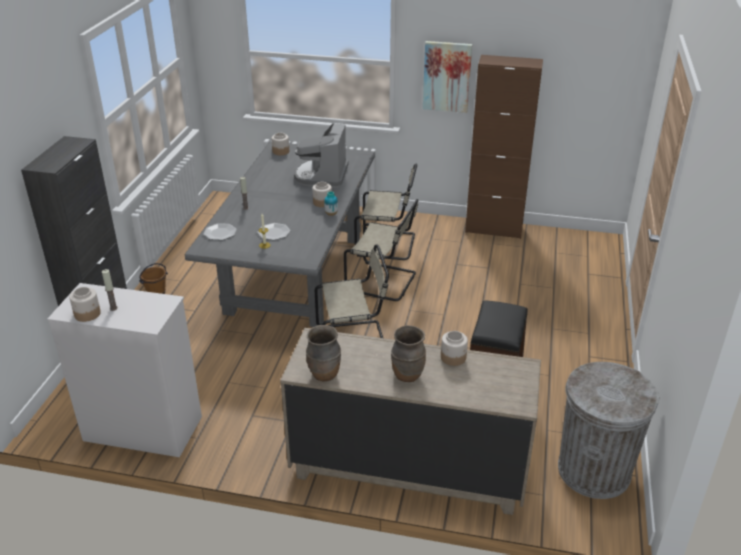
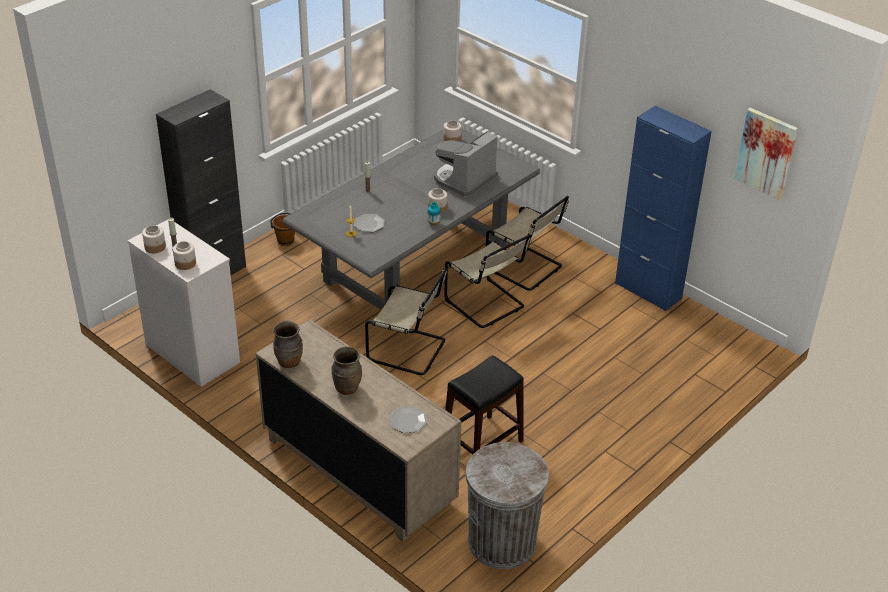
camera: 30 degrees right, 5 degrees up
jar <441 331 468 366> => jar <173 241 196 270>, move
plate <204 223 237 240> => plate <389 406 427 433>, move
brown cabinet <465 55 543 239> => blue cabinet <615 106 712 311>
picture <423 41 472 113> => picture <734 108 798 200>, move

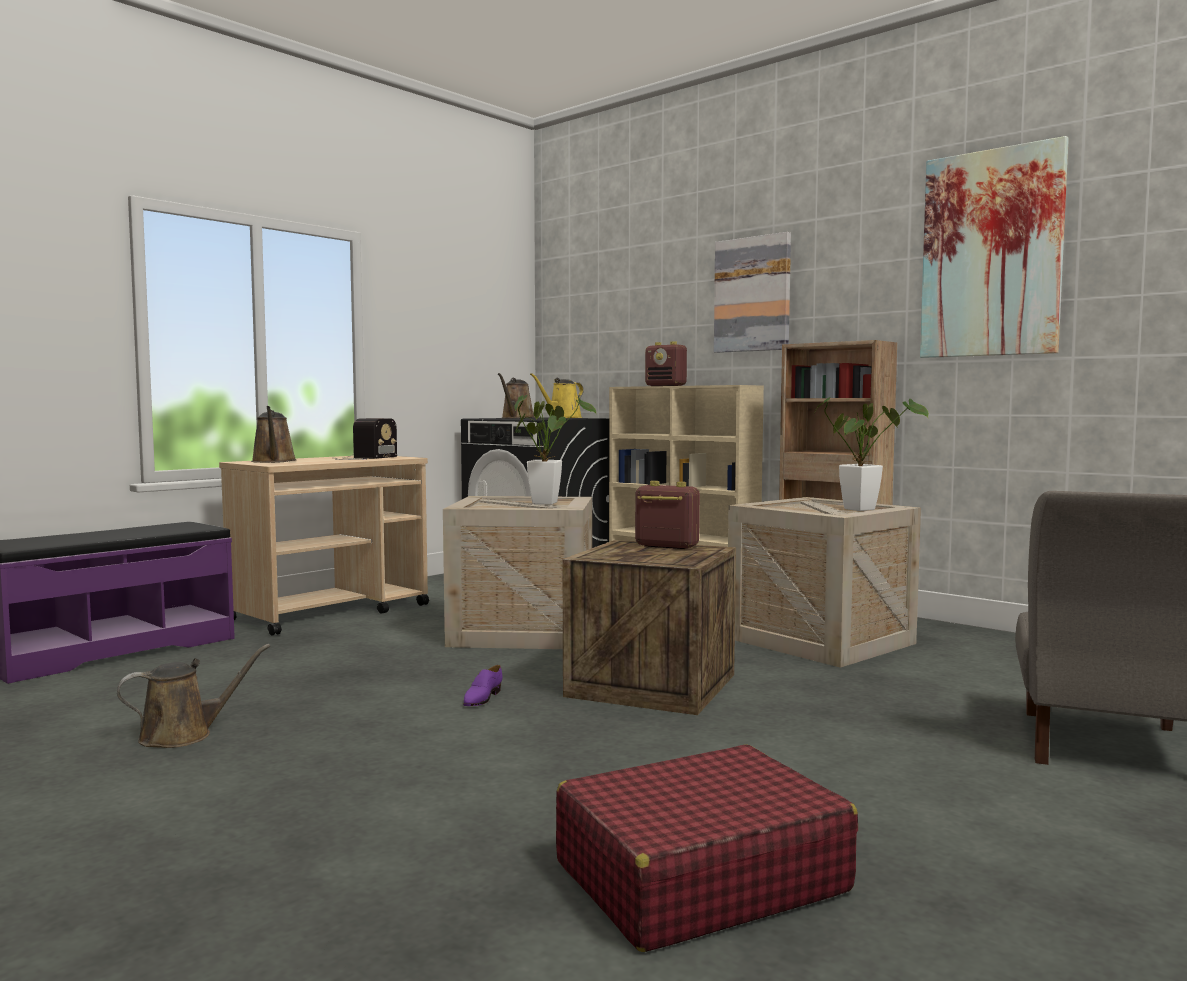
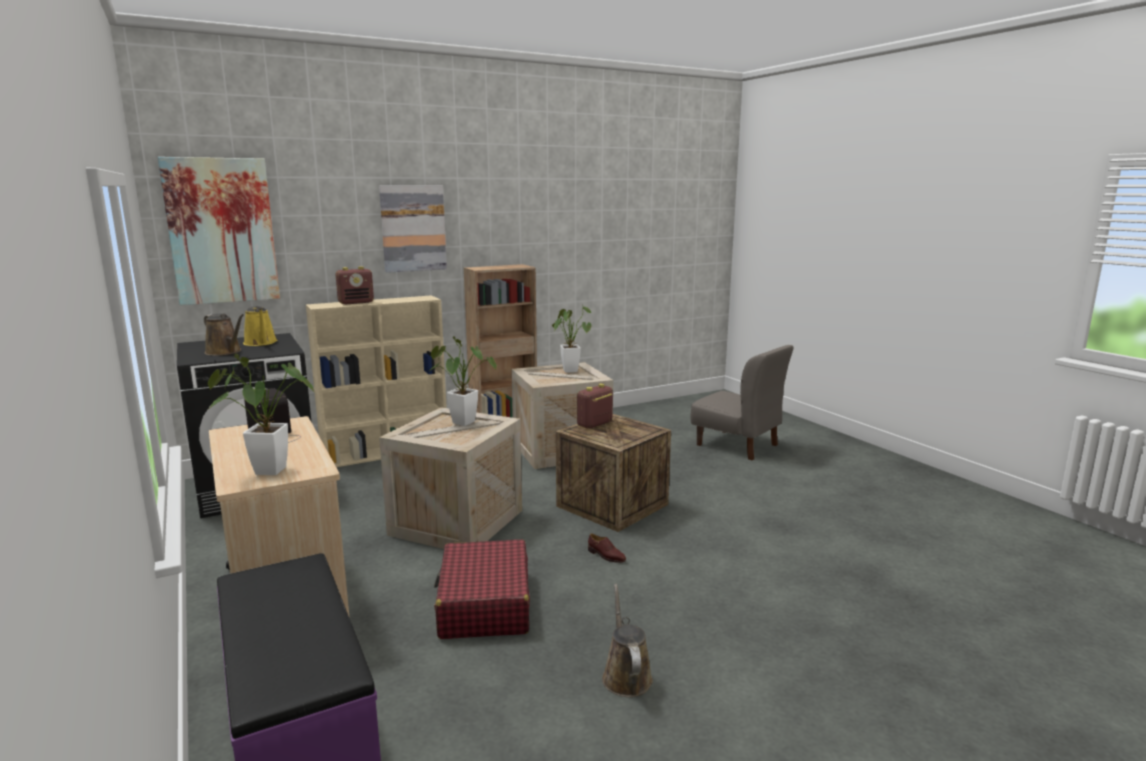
camera: 70 degrees left, 10 degrees up
picture <920 136 1069 358> => picture <158 157 280 305>, move
brown watering can <251 406 296 463> => potted plant <207 354 315 475>
red suitcase <556 744 858 952> => red suitcase <434 539 530 639>, move
purple shoe <463 665 503 706> => brown shoe <588 533 626 563>

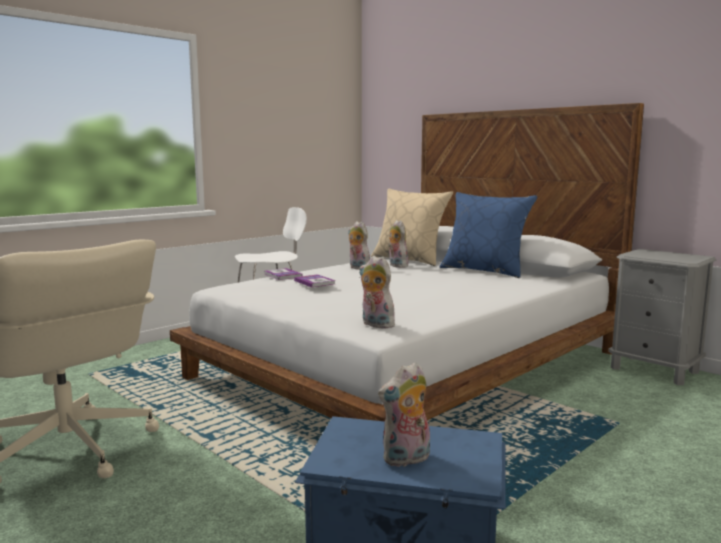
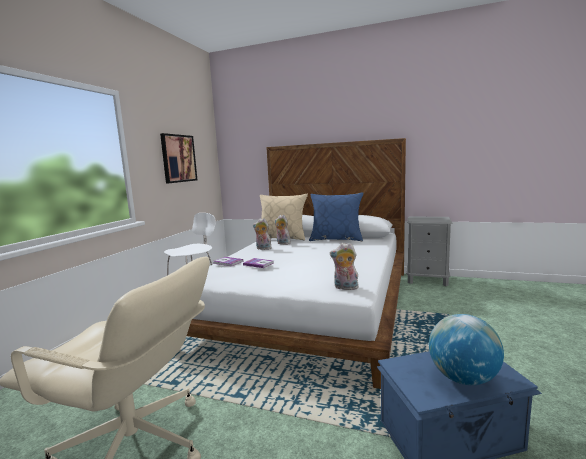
camera: 25 degrees left, 0 degrees up
nothing => picture <160 133 197 184>
plush toy <378 362 430 467> => globe <429 314 504 385>

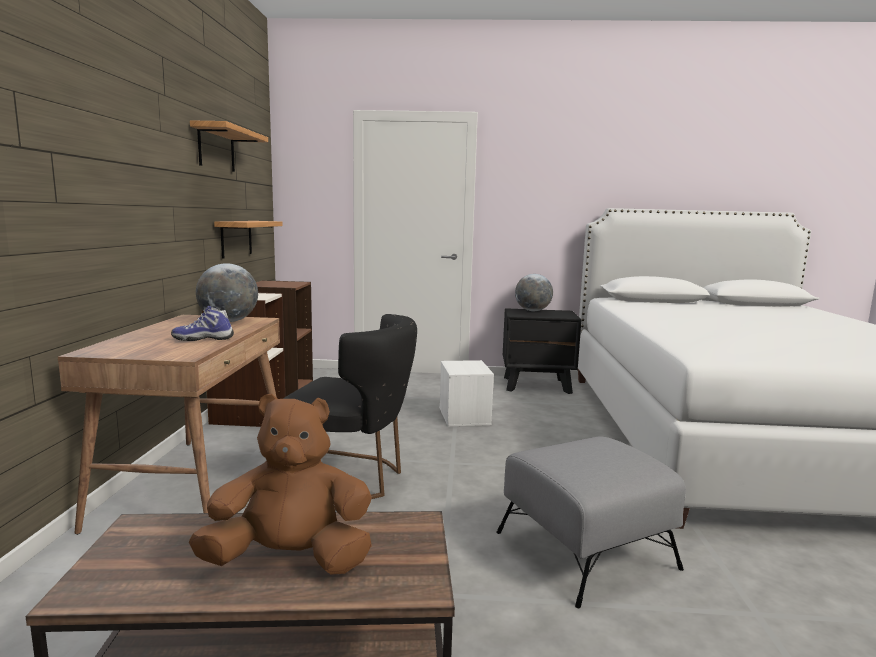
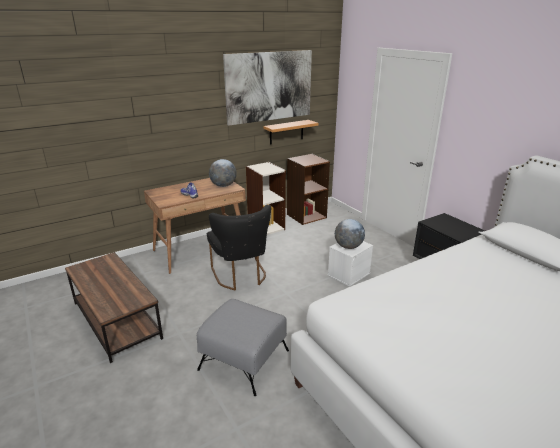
camera: 55 degrees right, 15 degrees up
shelf <190 120 268 172> => picture <223 50 312 126>
globe <515 274 553 311> => globe <335 219 365 249>, move
brown plush toy <189 393 372 574> => nothing

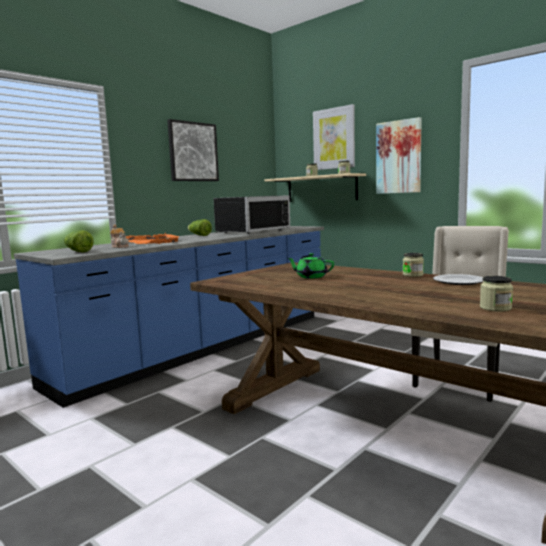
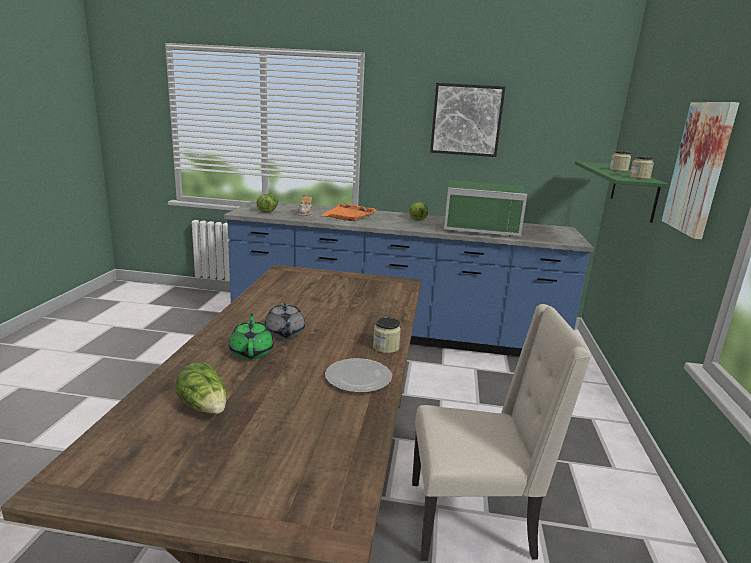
camera: 55 degrees right, 10 degrees up
jar <480 276 513 312> => lettuce <175 362 227 414>
green teapot <288 253 334 279> => green teapot <229 314 274 360>, move
nothing => grey teapot <265 303 305 339>
black microwave <213 195 290 234> => green microwave <444 180 527 236>
beige shelf <265 173 366 202> => green shelf <575 161 668 223>
picture <313 104 355 170> => nothing

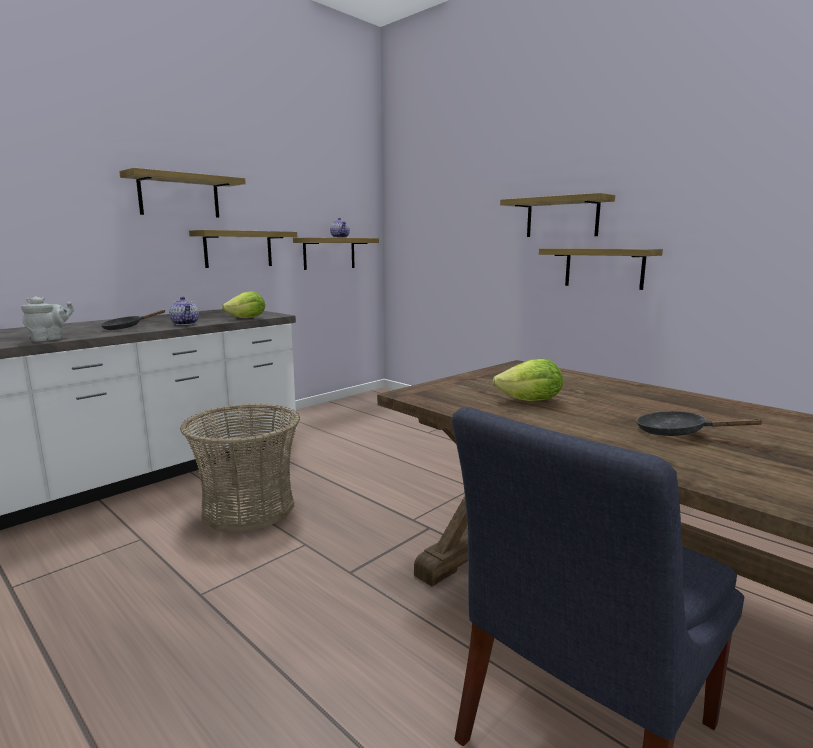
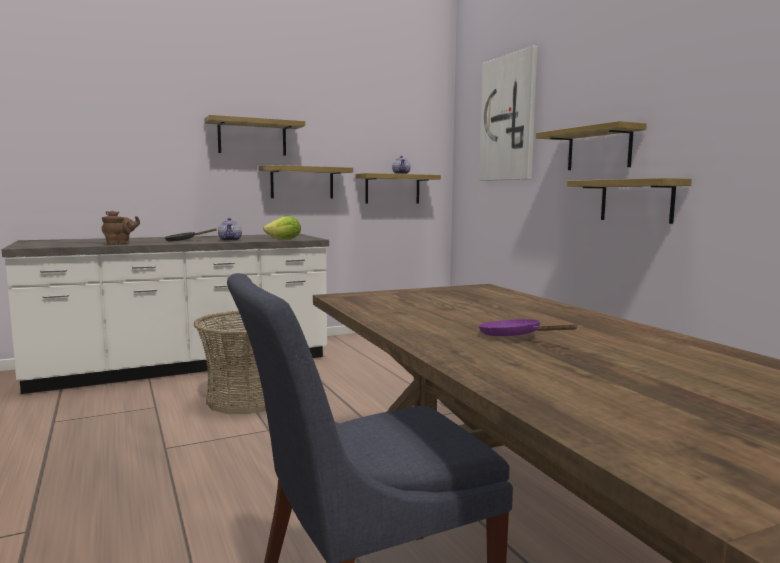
camera: 20 degrees right, 5 degrees down
grey teapot <21 296 74 342> => brown teapot <102 211 140 244>
black frying pan <636 411 764 436> => purple frying pan <478 319 578 336>
nothing => picture <479 46 538 181>
lettuce <493 358 563 401> => nothing

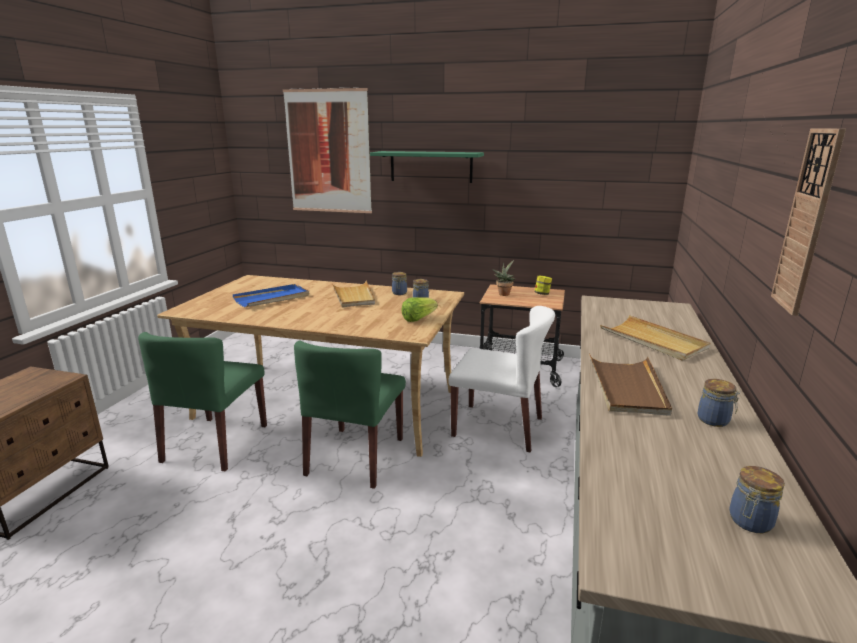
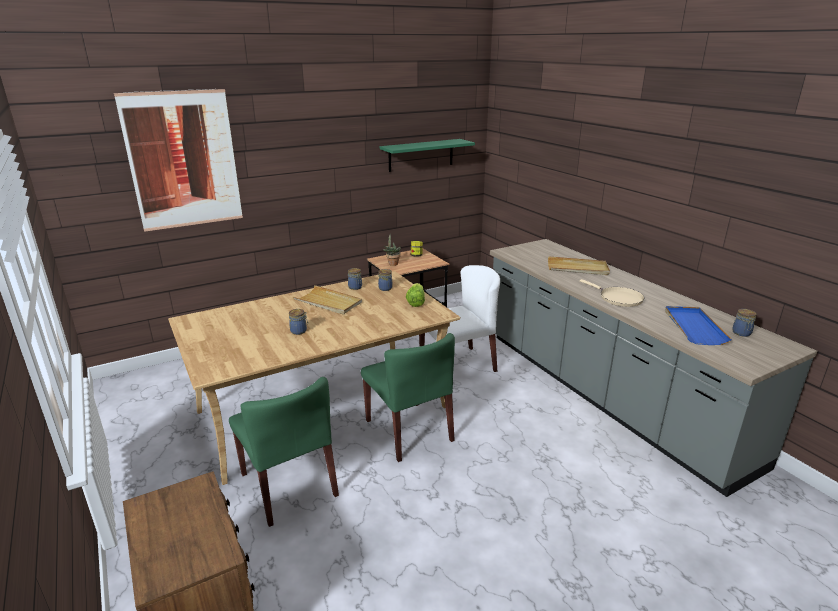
camera: 45 degrees left, 5 degrees up
jar <698 379 740 427> => jar <289 309 308 335>, move
green shelf <370 151 484 183> => green shelf <380 139 475 172>, move
brown tray <589 354 672 416> => beige frying pan <580 279 644 307>
blue tray <233 284 309 307> => blue tray <665 306 732 345>, move
wall clock <771 128 846 316> => nothing

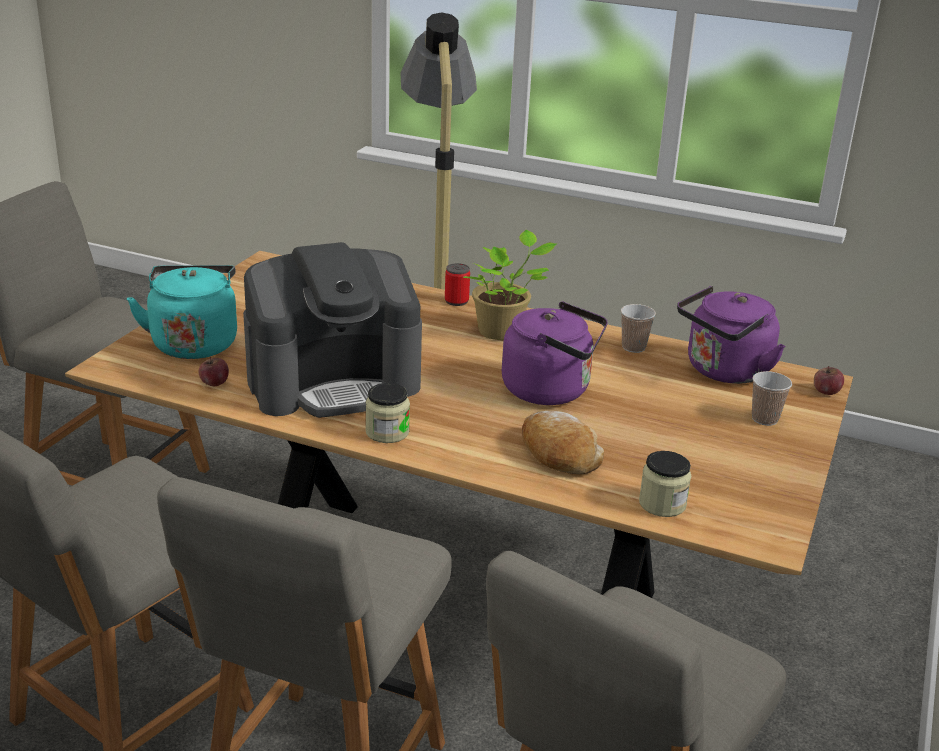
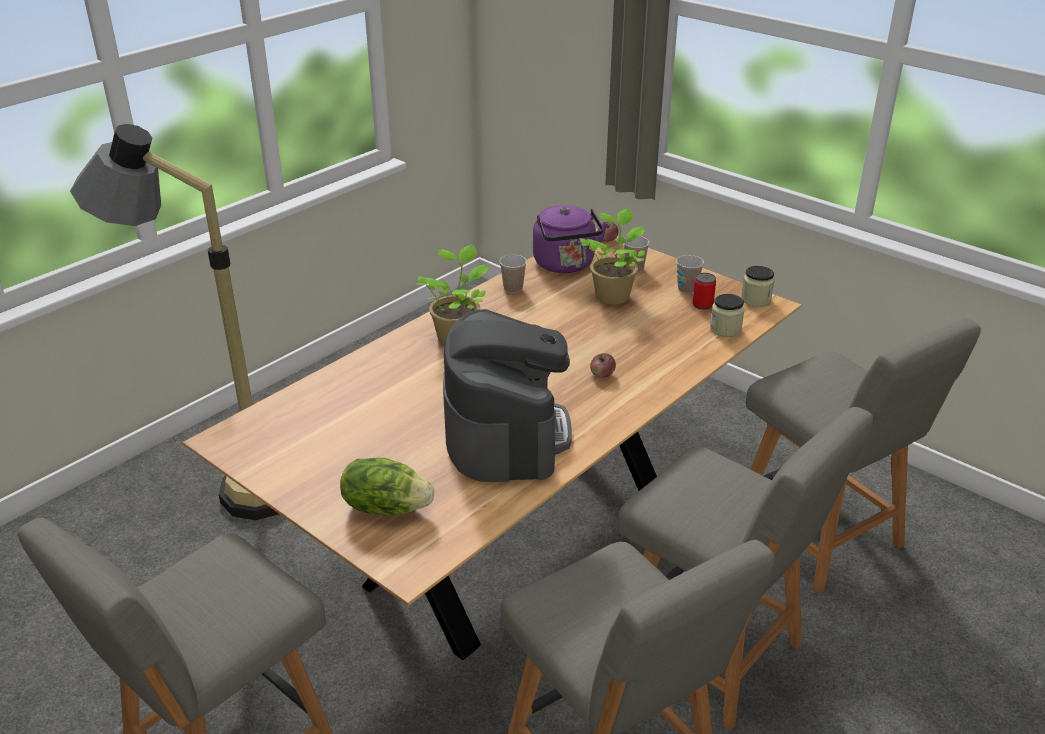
camera: 70 degrees left, 5 degrees up
turquoise kettle <127 265 237 359> => lettuce <340 458 434 516>
nothing => potted plant <580 208 645 304>
apple <199 357 229 386> => apple <590 353 616 378>, move
nothing => cup <676 255 704 294>
can <445 263 470 306> => can <692 273 716 310>, move
jar <366 383 410 443> => jar <741 266 774 307>, move
purple kettle <502 302 608 405> => nothing
bread <522 411 604 474> => nothing

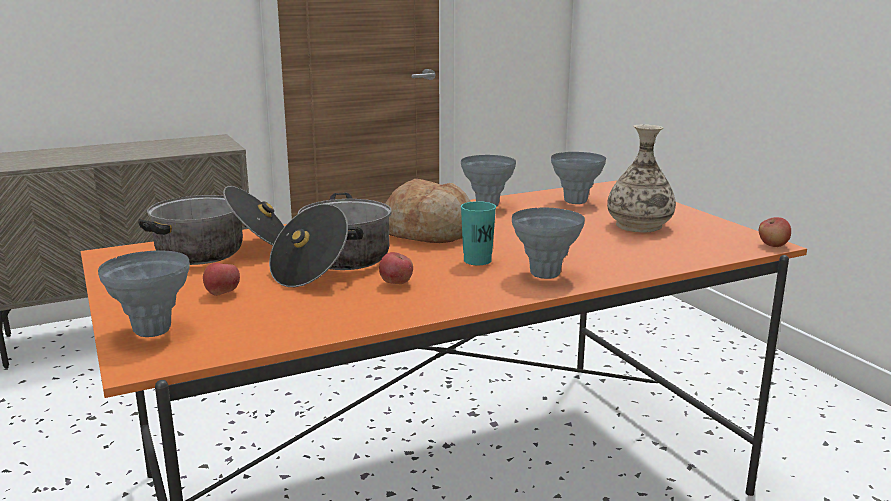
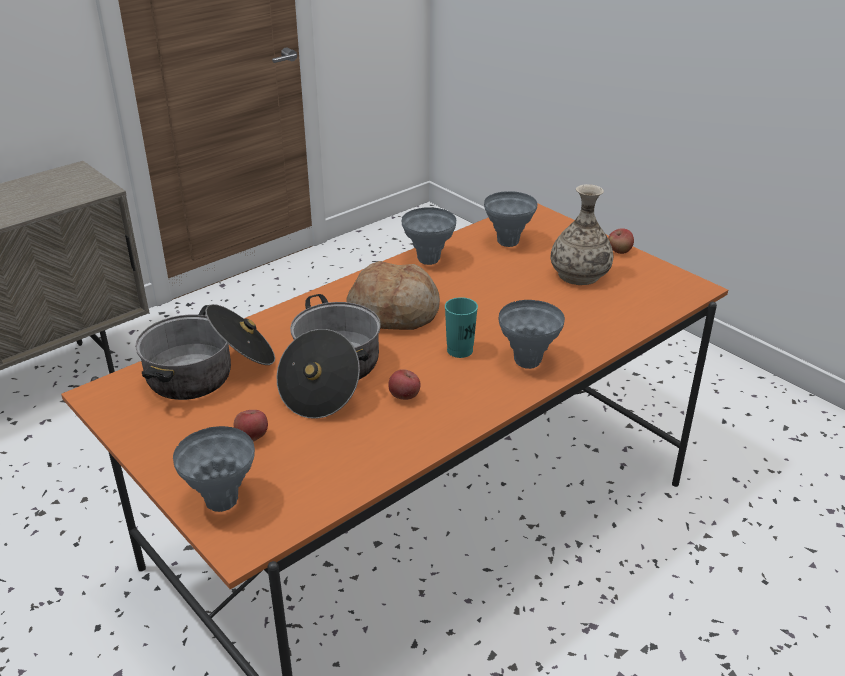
camera: 15 degrees left, 15 degrees up
apple <759 217 791 247> => apple <608 228 634 254>, move

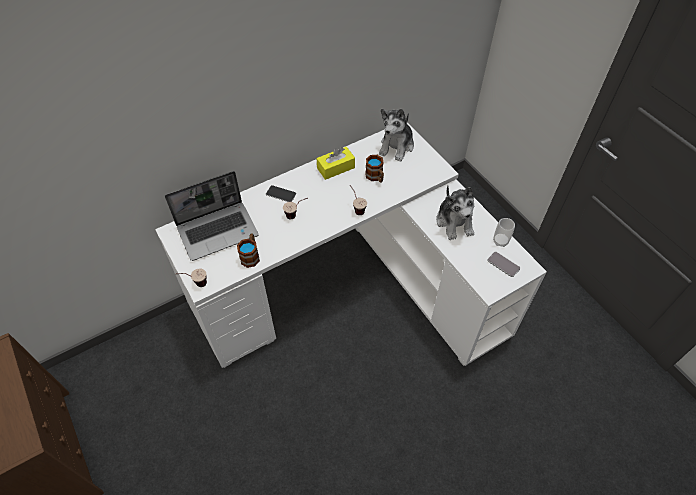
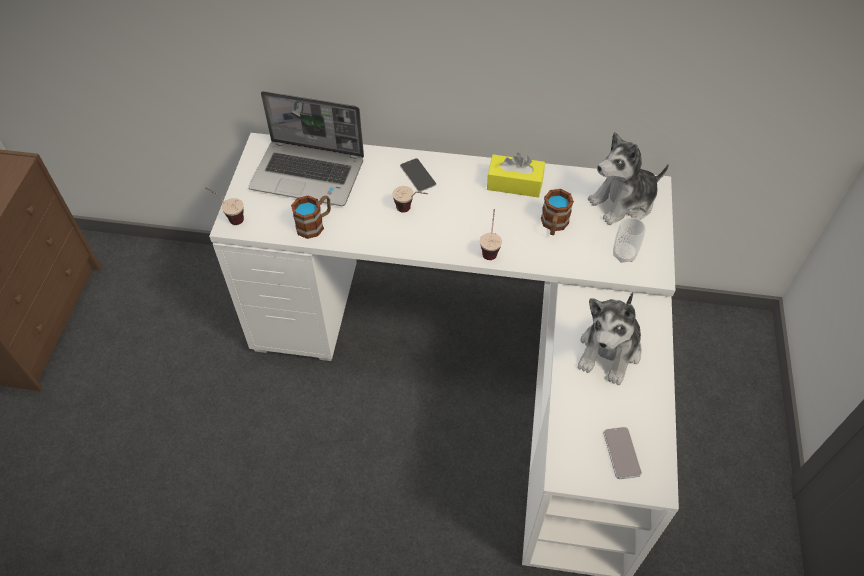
camera: 40 degrees right, 0 degrees up
cup <493 218 515 247> => cup <613 217 646 263>, move

